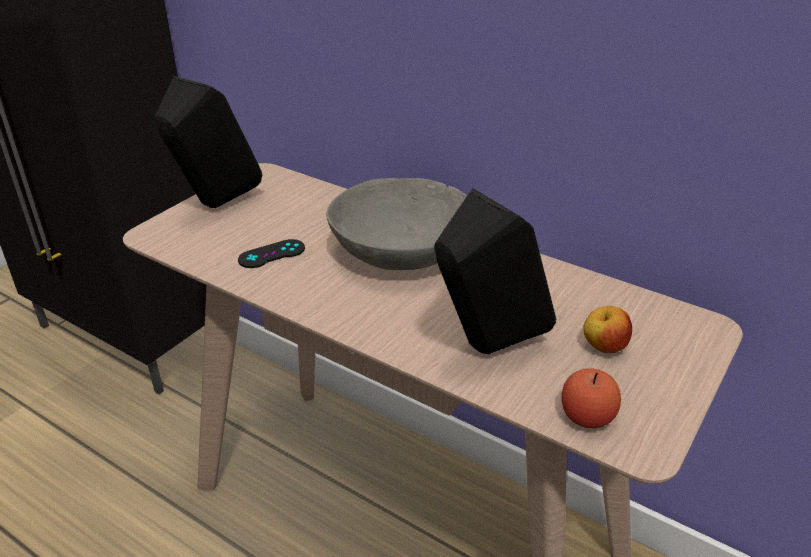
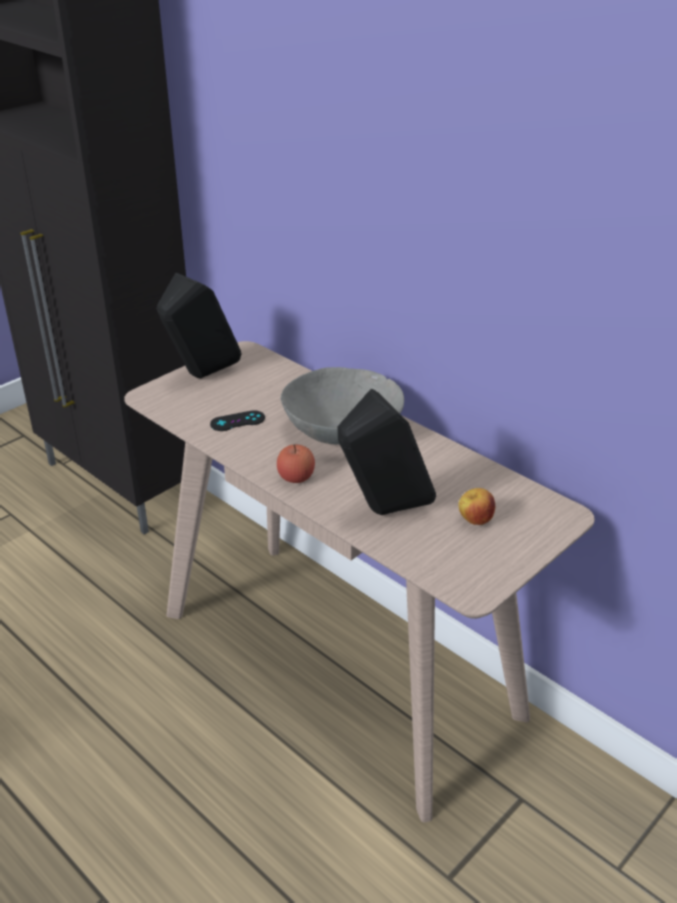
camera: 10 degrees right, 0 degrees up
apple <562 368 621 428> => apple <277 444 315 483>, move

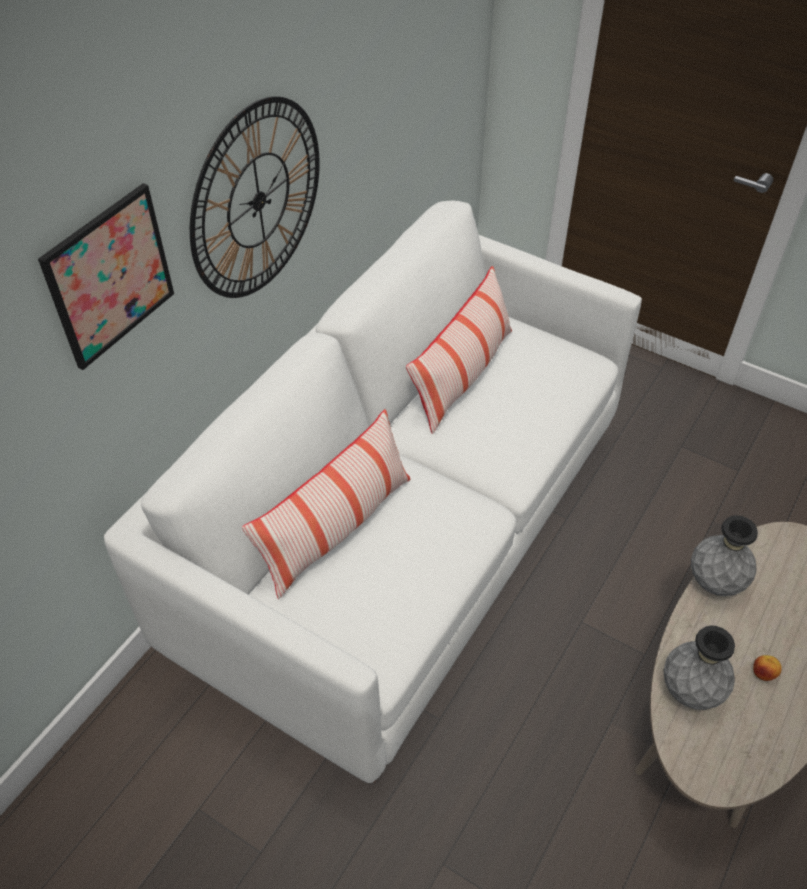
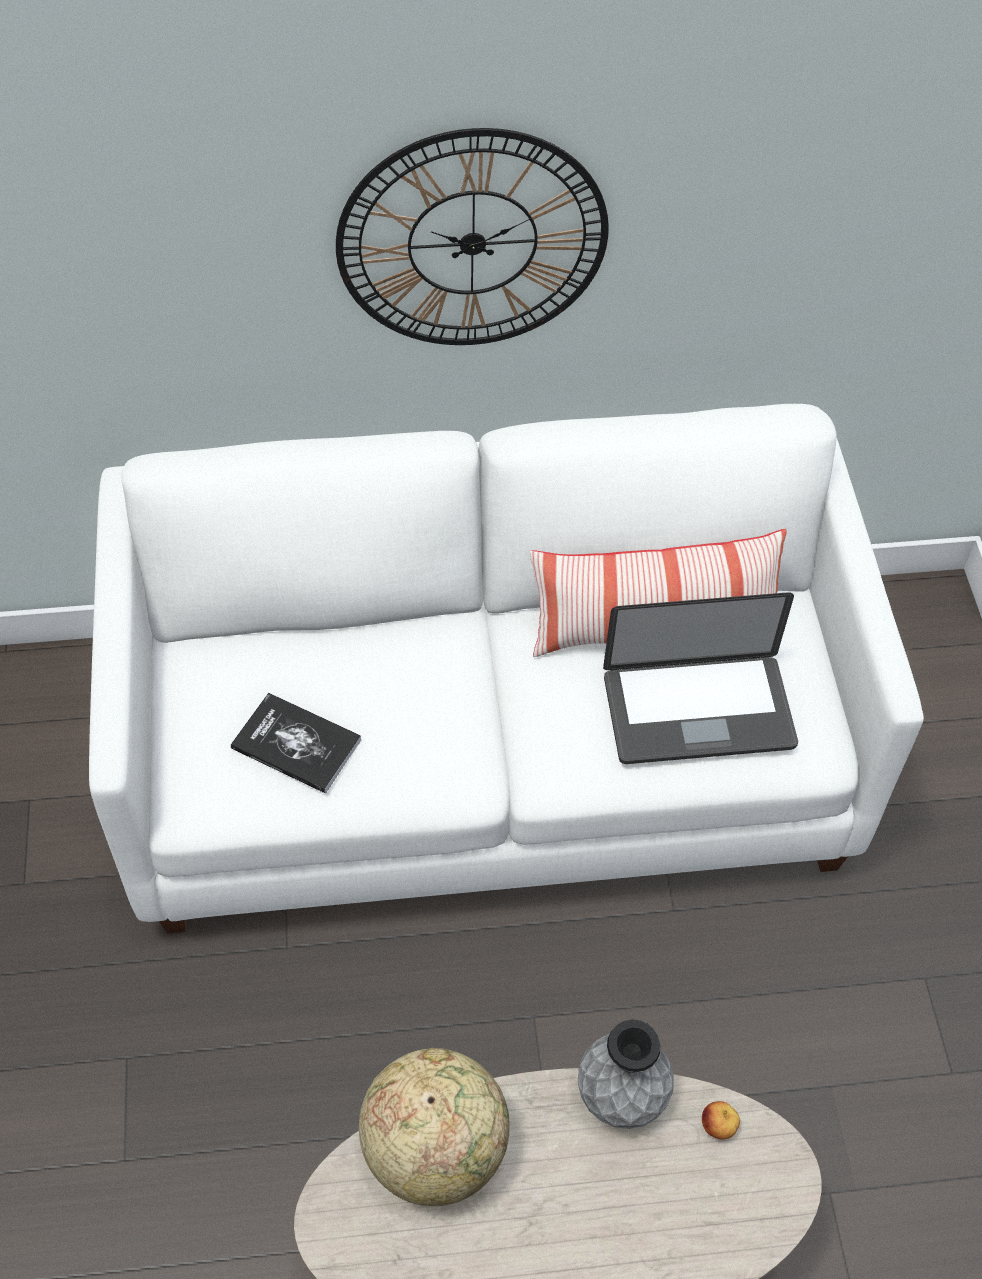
camera: 50 degrees right, 5 degrees up
nothing => book <231 693 361 794>
grey vase <663 625 735 710> => globe <359 1048 510 1206>
nothing => laptop <603 592 798 764>
apple <753 655 782 681> => apple <702 1101 740 1140>, move
picture <38 183 174 370> => nothing
pillow <242 409 410 599> => nothing

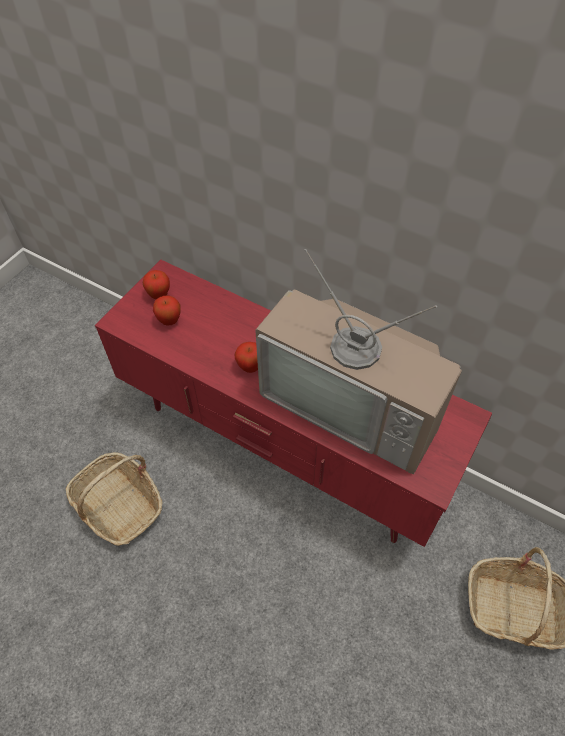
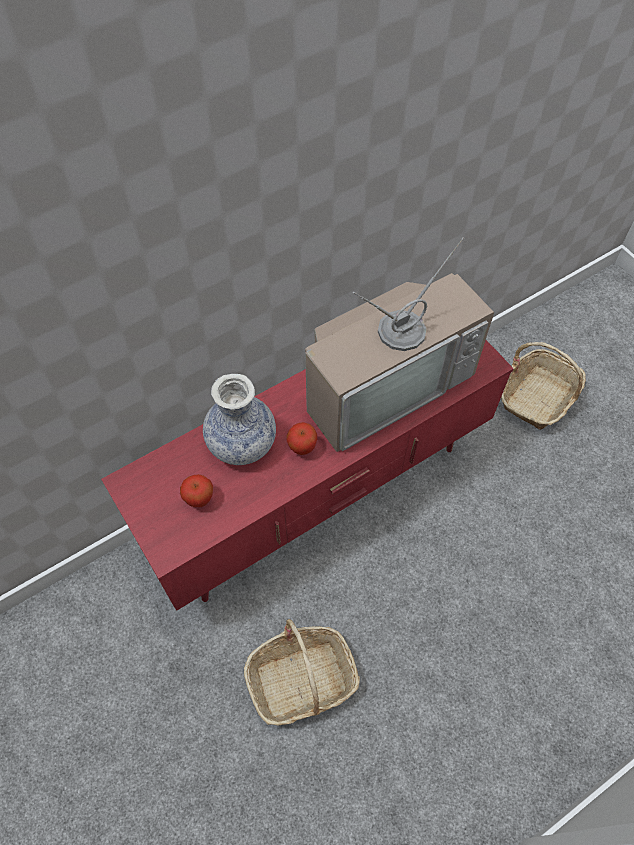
camera: 65 degrees left, 5 degrees up
nothing => vase <203 374 276 465>
apple <143 270 170 299> => nothing

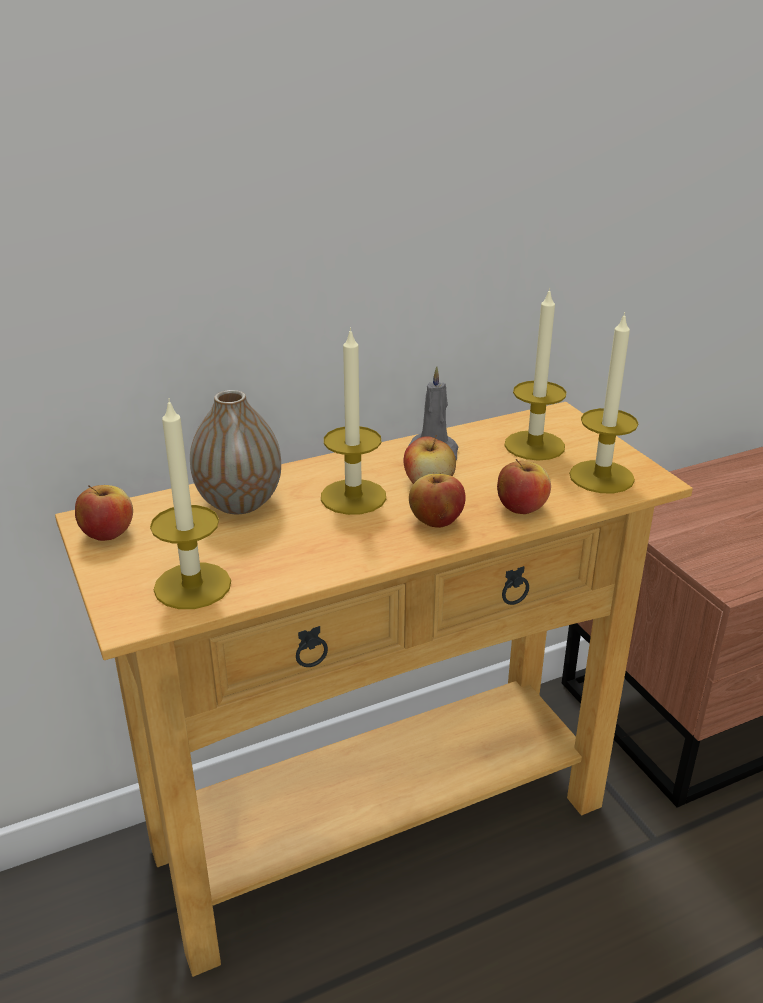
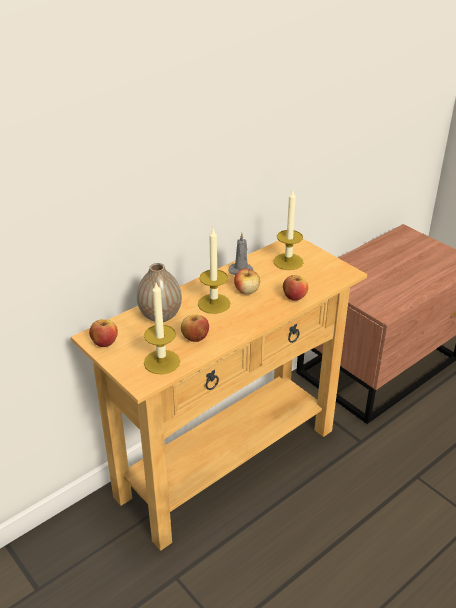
camera: 15 degrees left, 5 degrees up
apple <409 474 466 528> => apple <181 315 209 342>, move
candle <569 312 639 493> => nothing

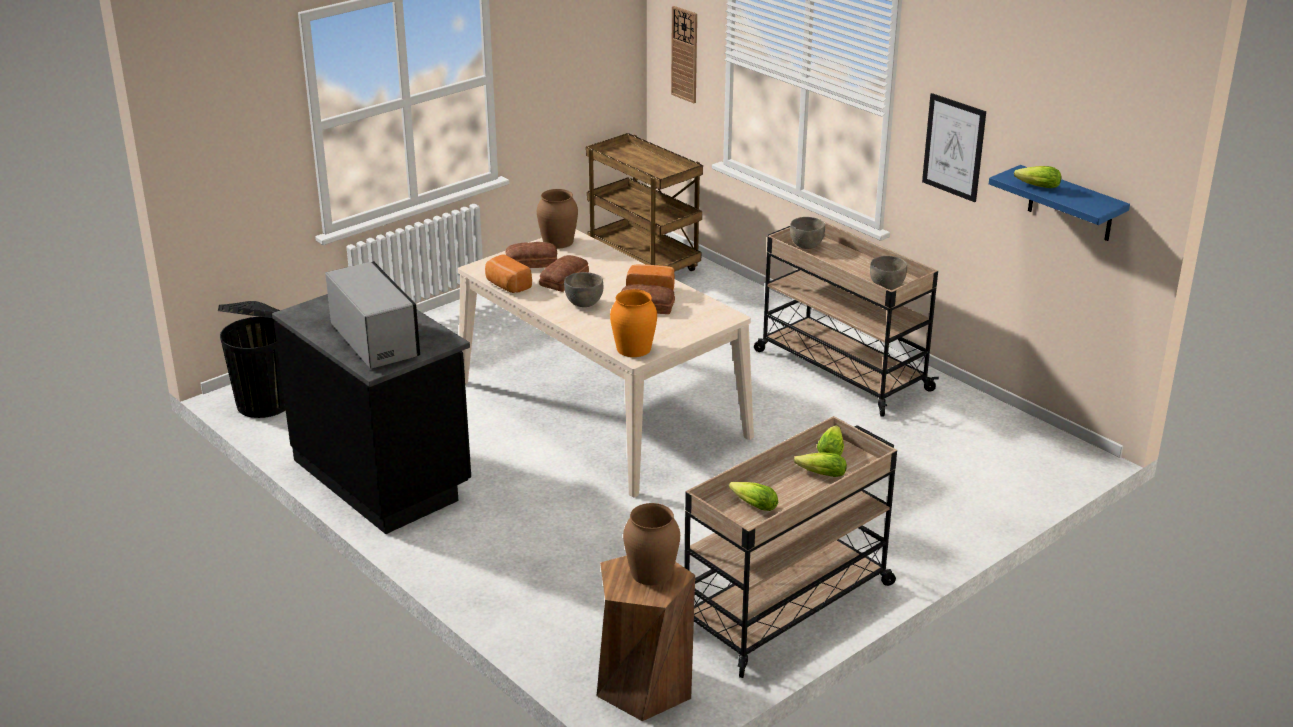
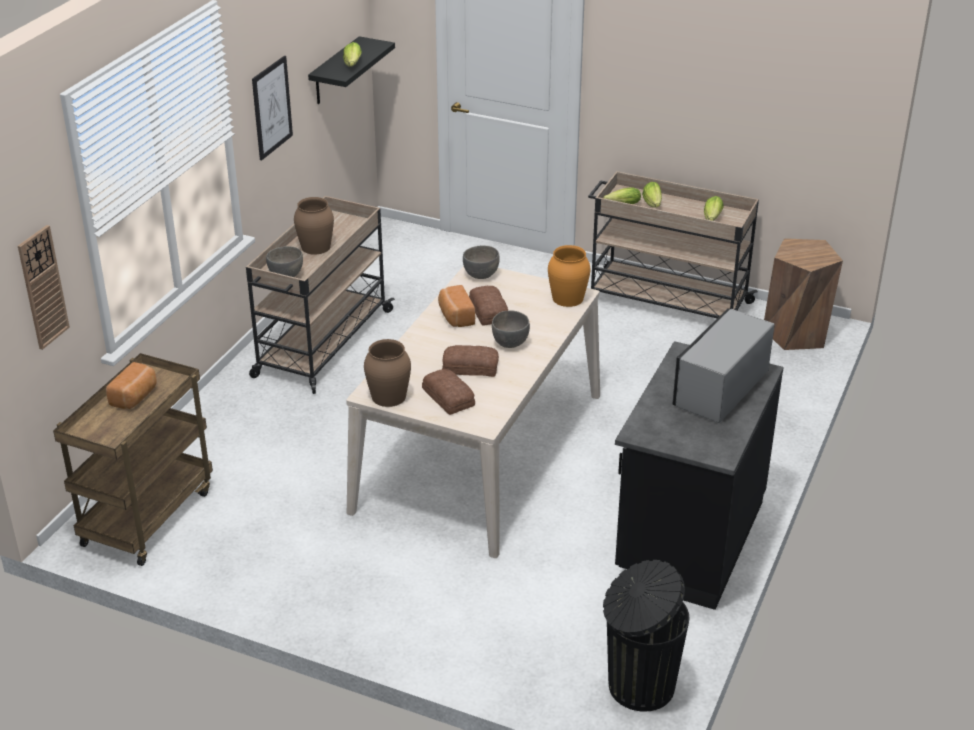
camera: 115 degrees left, 5 degrees up
bread <485 254 532 293> => bread <106 362 157 409>, move
brown vase <623 503 680 585> => brown vase <294 197 334 255>, move
blue shelf <989 165 1130 241> => black shelf <308 36 395 104>
grey bowl <870 256 907 290> => grey bowl <463 245 500 279>, move

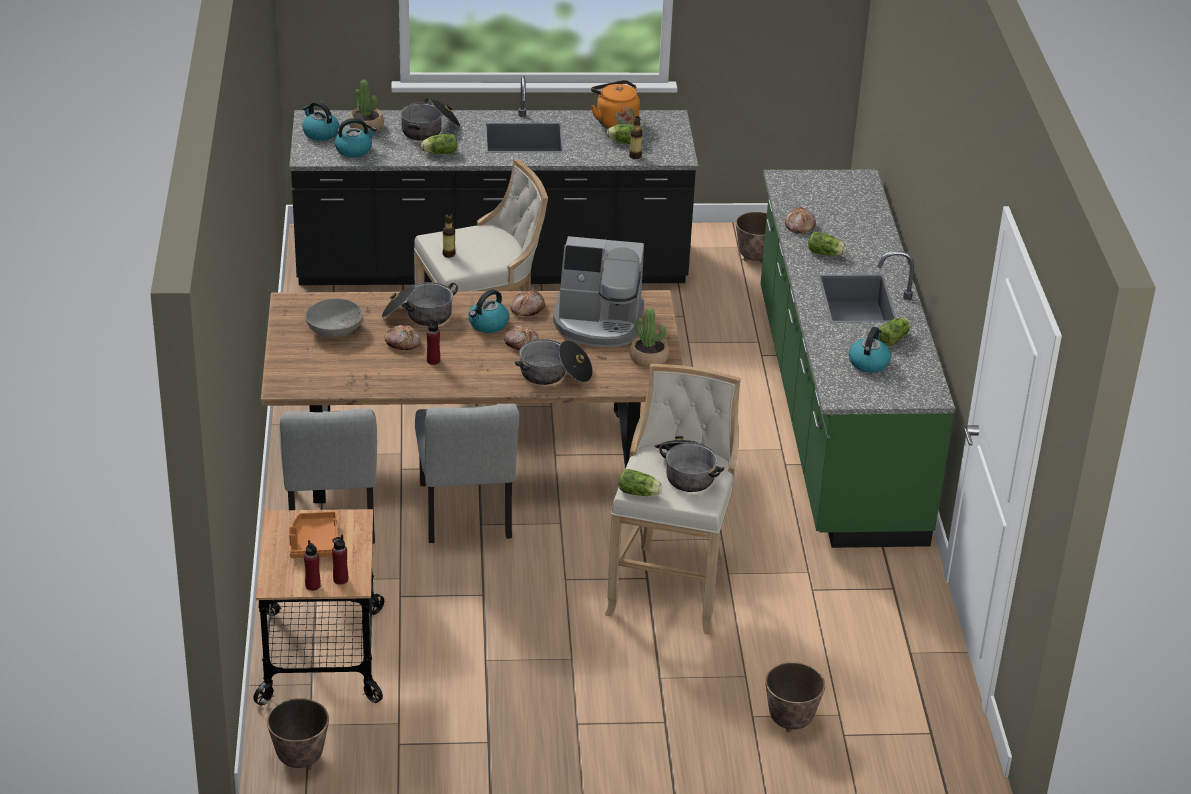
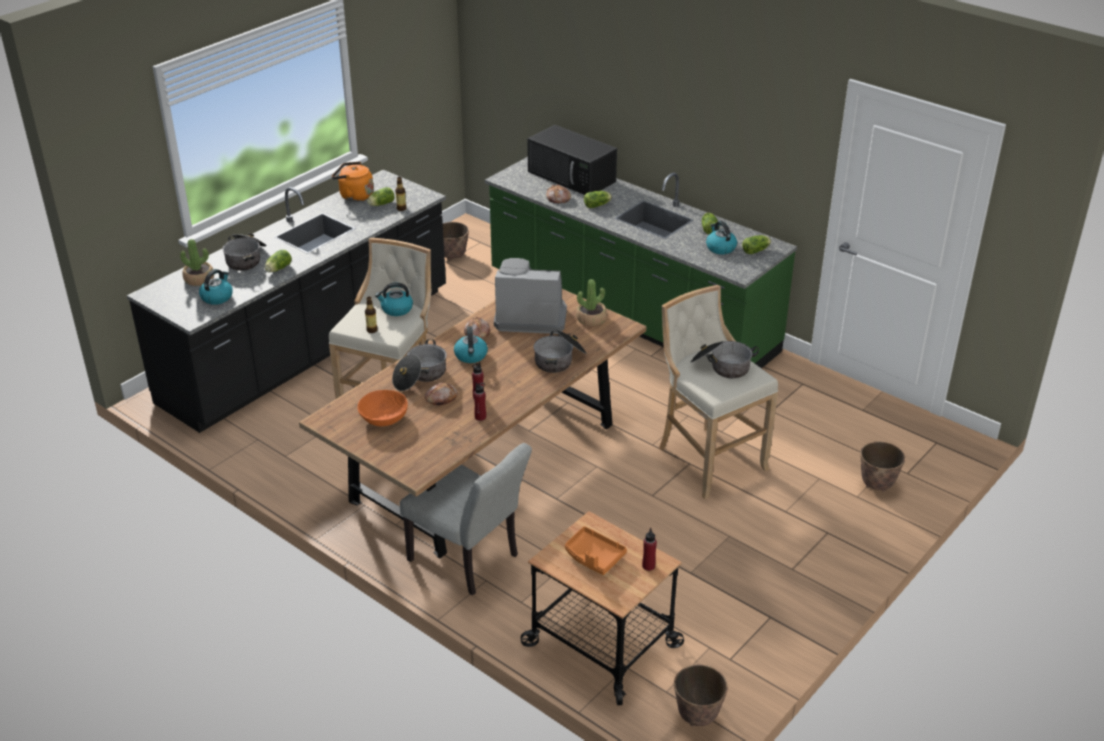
camera: 45 degrees left, 0 degrees up
grey bowl <305 298 363 338> => orange bowl <357 390 408 426>
kettle <302 101 339 141> => kettle <375 283 413 316>, move
red bottle <304 540 321 591> => red bottle <474 382 486 421>, move
coffee machine <553 236 644 347> => coffee machine <494 258 567 334>, 135 degrees counterclockwise
nothing => black microwave <527 125 617 195>
lettuce <619 469 662 496> => lettuce <742 235 771 254>, move
grey chair <415 404 519 543> => nothing
bread <504 326 539 350> => nothing

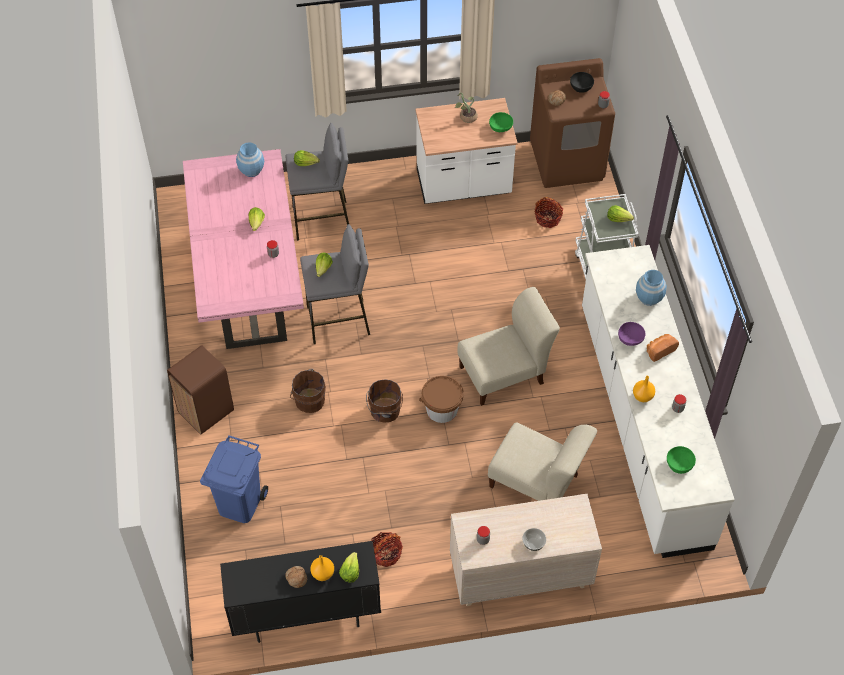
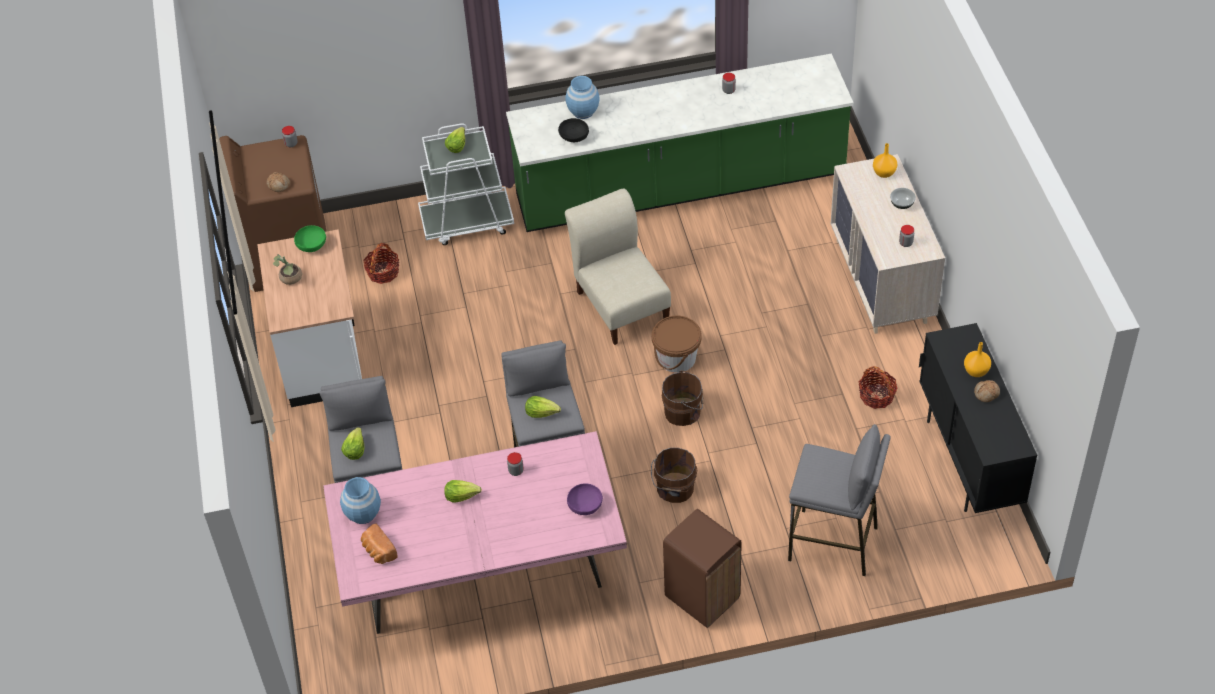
camera: 90 degrees left, 5 degrees down
bread <647 334 679 362> => bread <361 523 398 564>, move
white counter <582 245 735 558> => green counter <506 54 853 232>
black bowl <570 72 594 93> => black bowl <558 118 589 142>, move
purple bowl <618 322 645 346> => purple bowl <567 483 603 515>, move
blue trash can <200 435 268 523> => grey stool <788 424 891 576>
orange vase <633 376 655 402> => orange vase <873 143 897 178>, move
lettuce <339 552 359 582> => nothing
beige chair <488 422 597 501> => nothing
green bowl <667 446 696 474> => nothing

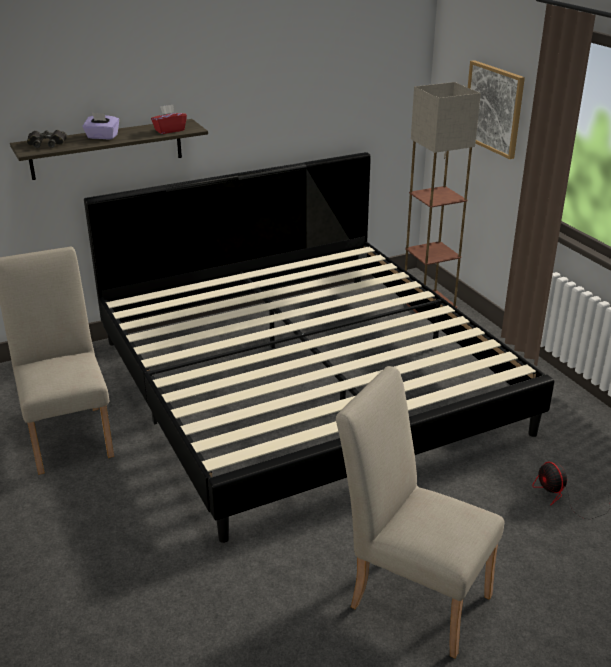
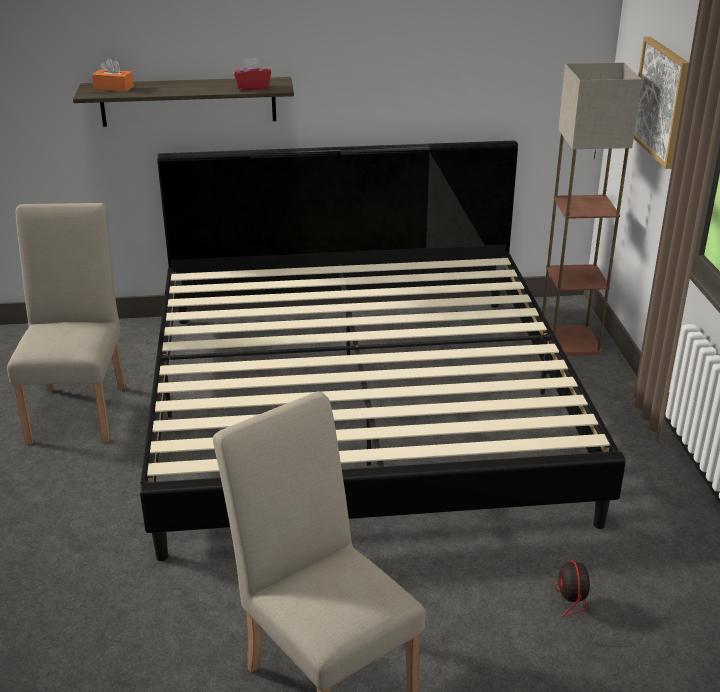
camera: 20 degrees right, 0 degrees up
black binoculars <27 130 67 148> => orange tissue box <92 58 134 92>
purple tissue box <82 112 119 139> => nothing

